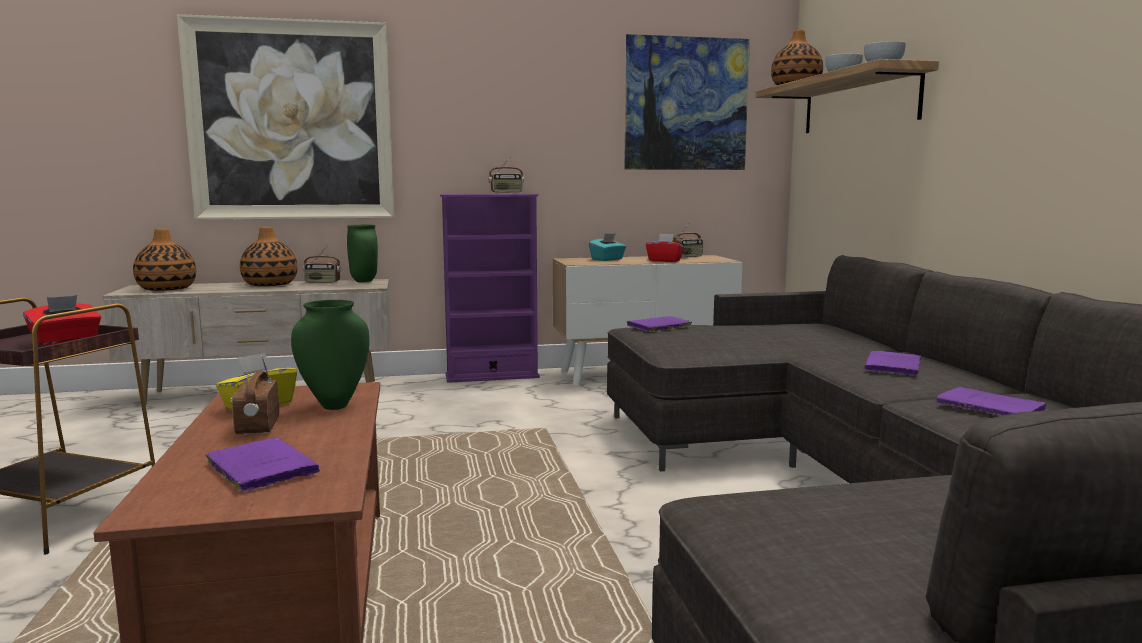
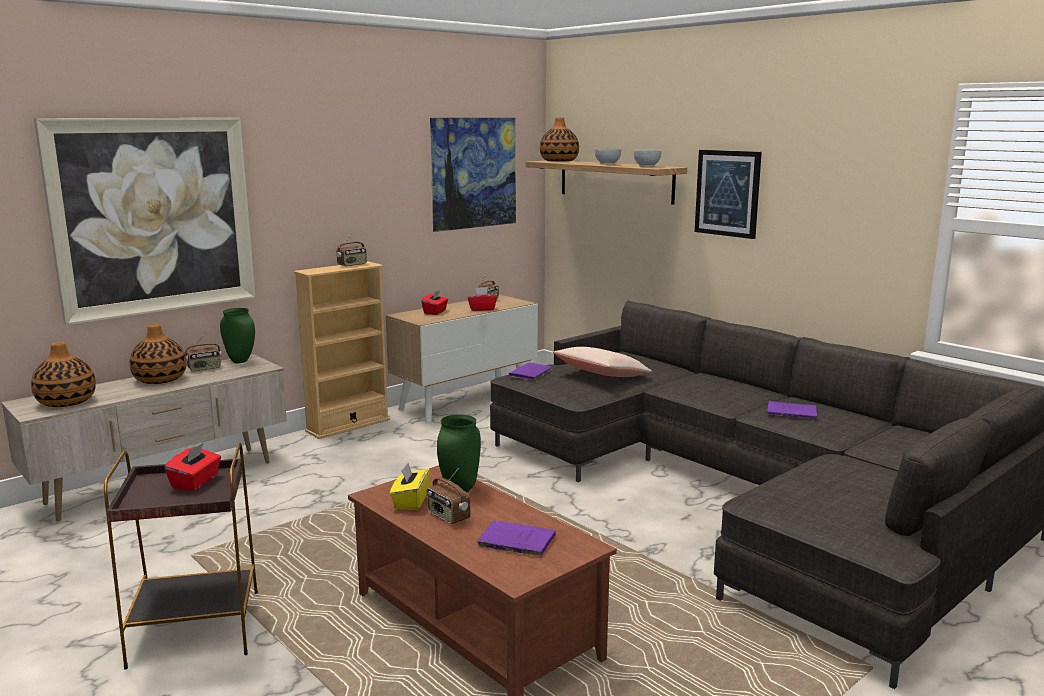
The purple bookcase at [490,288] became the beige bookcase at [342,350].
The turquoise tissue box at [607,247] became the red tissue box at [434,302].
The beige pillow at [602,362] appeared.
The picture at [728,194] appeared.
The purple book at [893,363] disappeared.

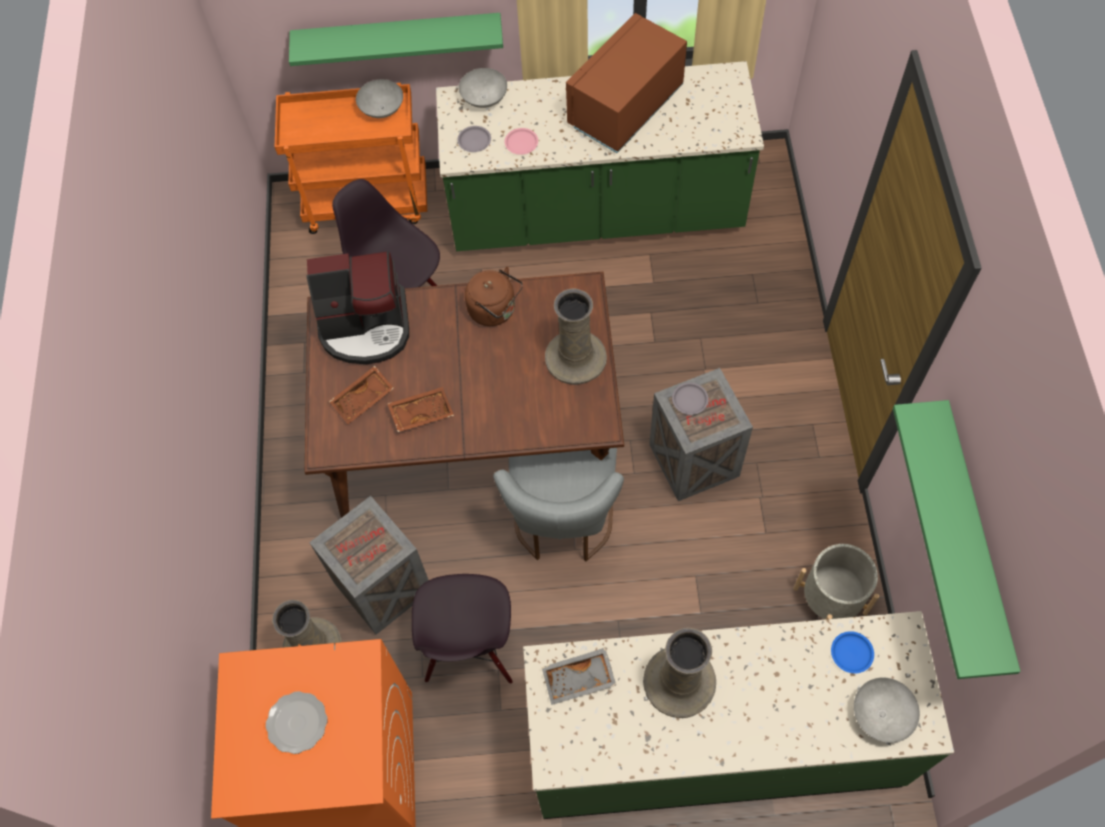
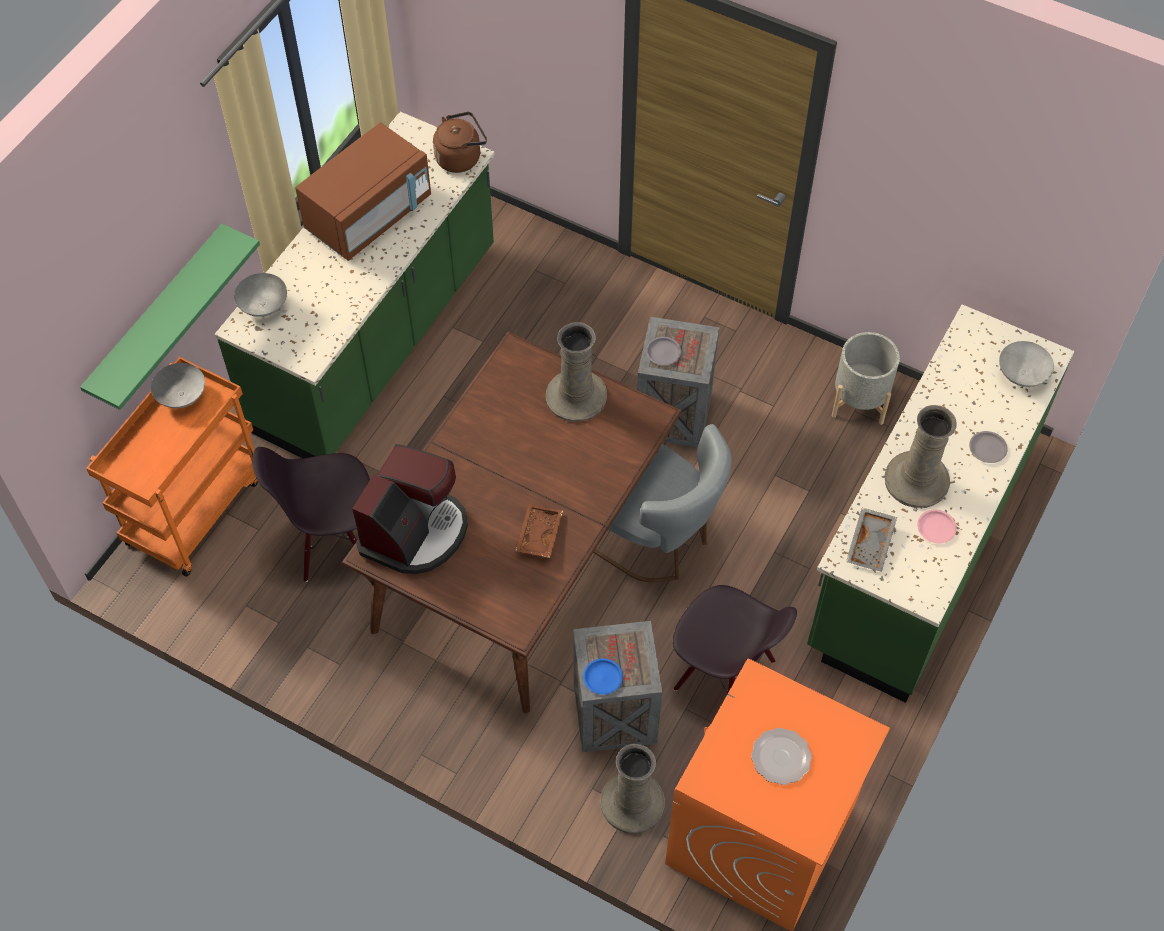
The brown microwave at [626,83] turned 120 degrees counterclockwise.
The brown kettle moved from [494,296] to [460,142].
The blue plate moved from [852,652] to [603,676].
The pink plate moved from [521,141] to [937,526].
The grey plate moved from [474,139] to [988,447].
The brown tray at [361,395] disappeared.
The green shelf at [957,539] disappeared.

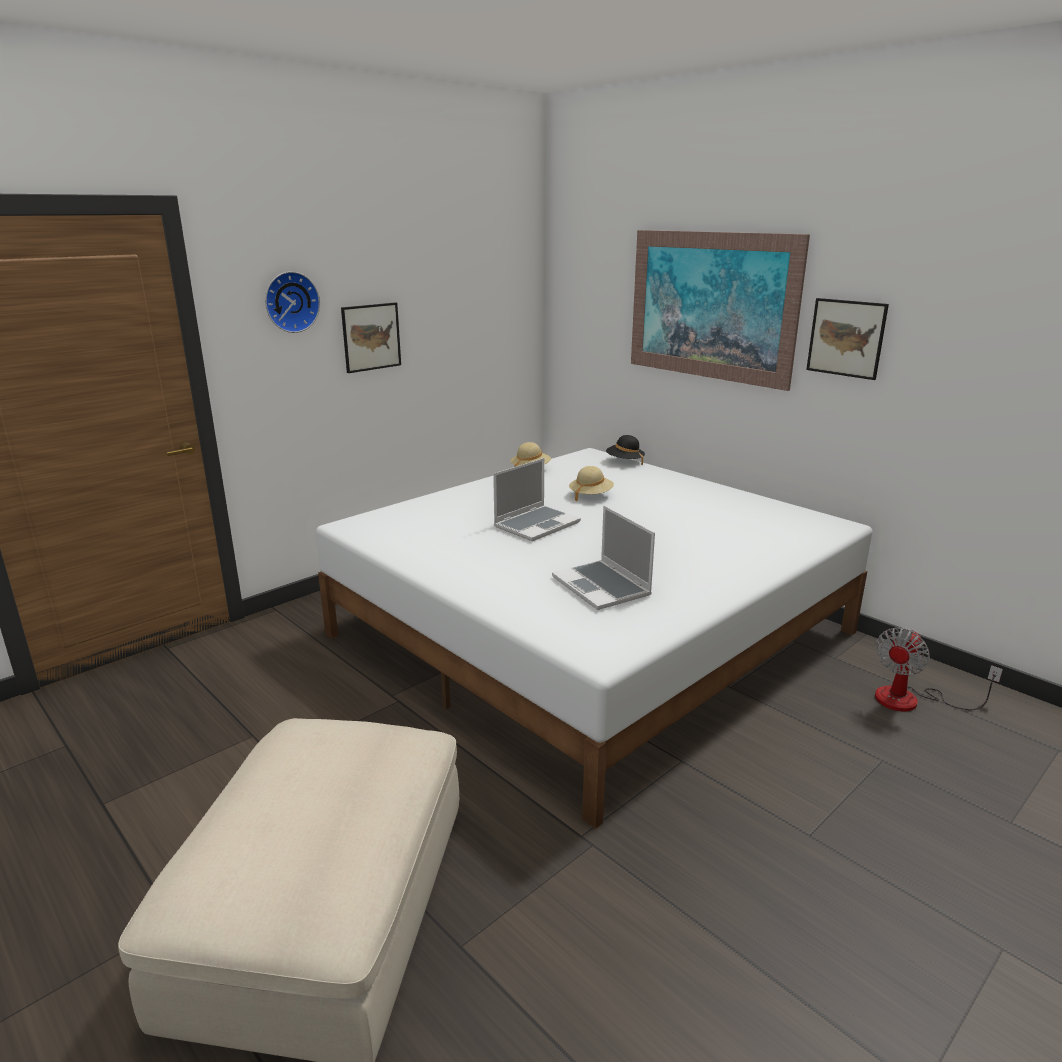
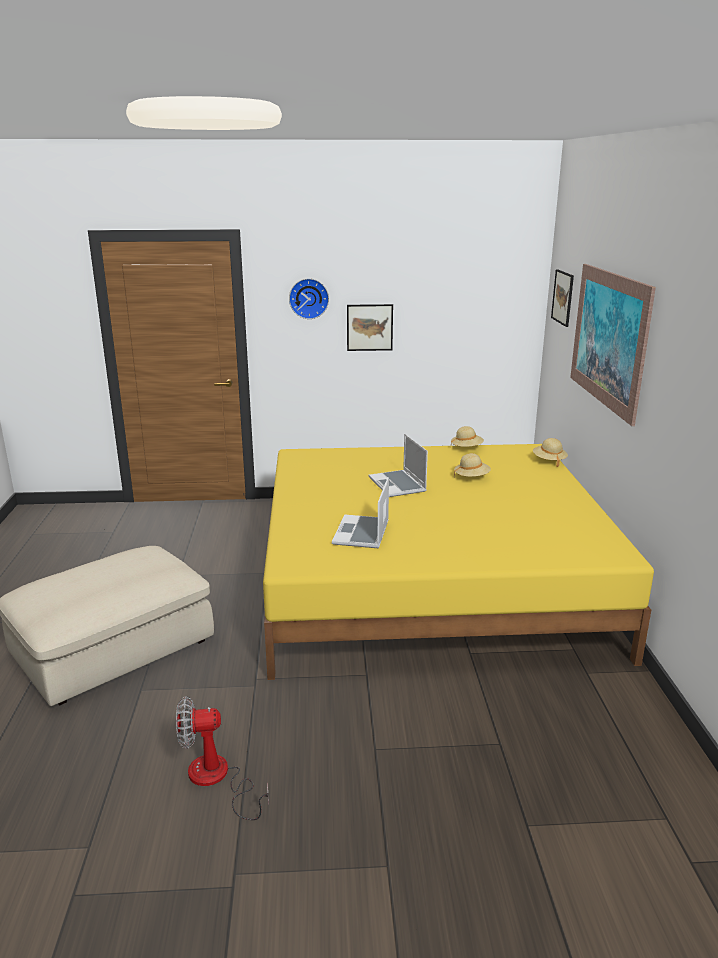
The fan moved from [939,670] to [222,758].
The white bed at [594,638] became the yellow bed at [458,562].
The laptop at [537,499] turned 75 degrees clockwise.
The black hat at [625,450] became the beige hat at [550,452].
The picture moved from [847,339] to [562,298].

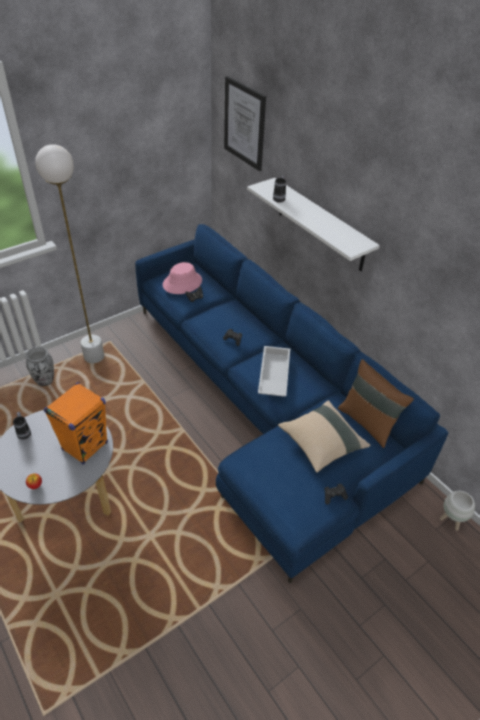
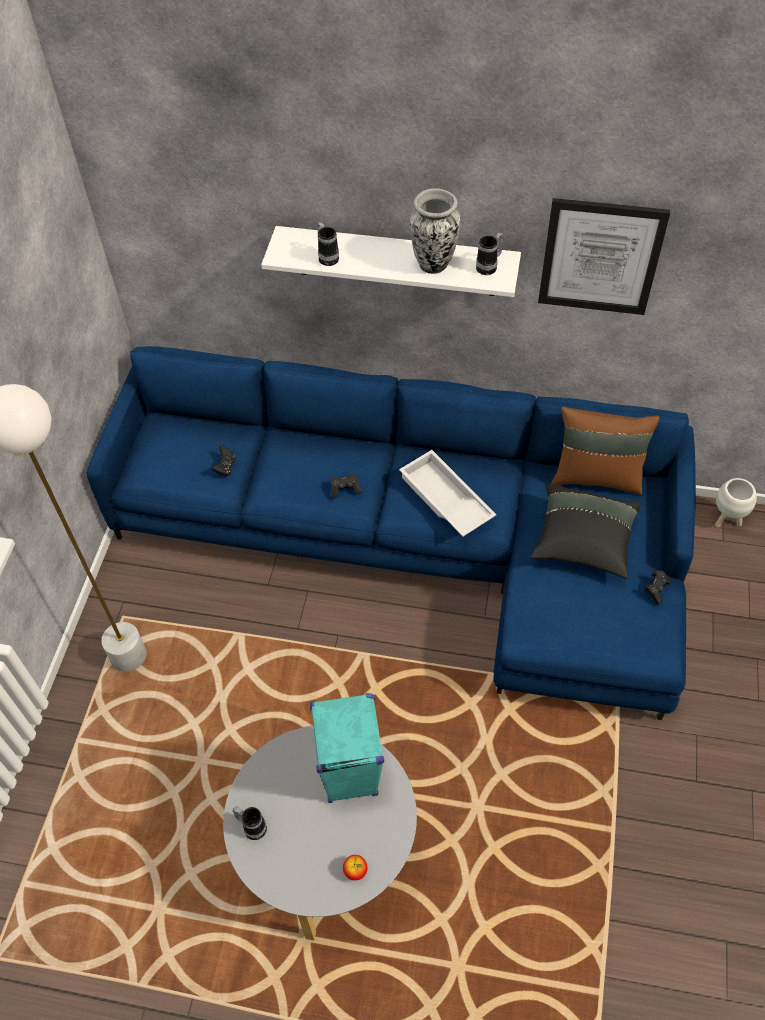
The orange speaker at [76,423] became the turquoise speaker at [347,748].
The vase moved from [40,366] to [435,231].
The mug at [490,253] appeared.
The beige pillow at [324,436] became the black pillow at [585,531].
The picture moved from [245,123] to [604,256].
The pink hat at [182,278] disappeared.

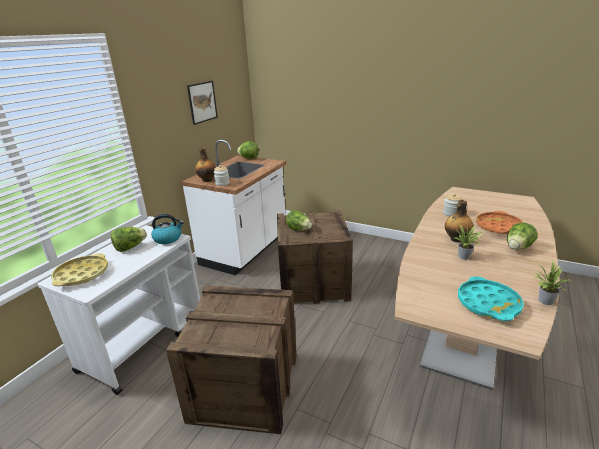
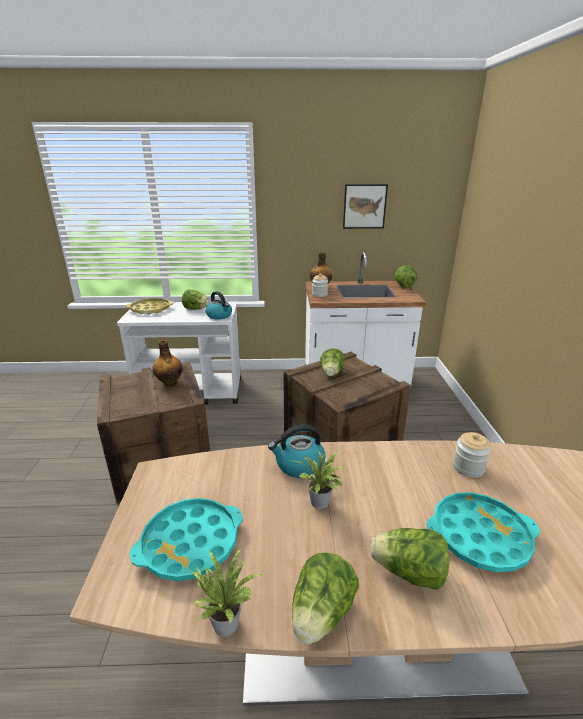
The bottle moved from [459,221] to [167,363].
The kettle at [297,451] appeared.
The lettuce at [325,598] appeared.
The orange tray at [499,222] became the turquoise tray at [483,532].

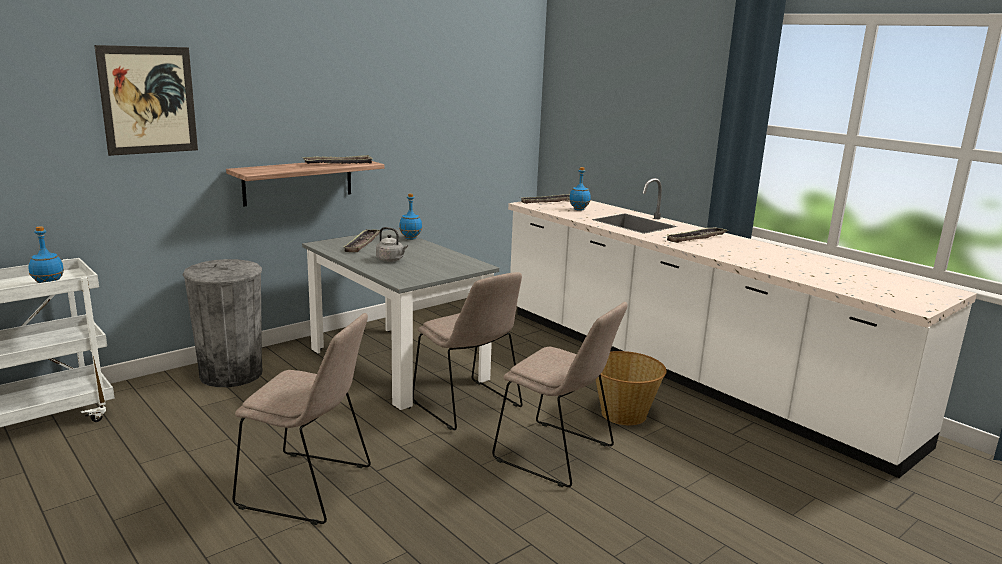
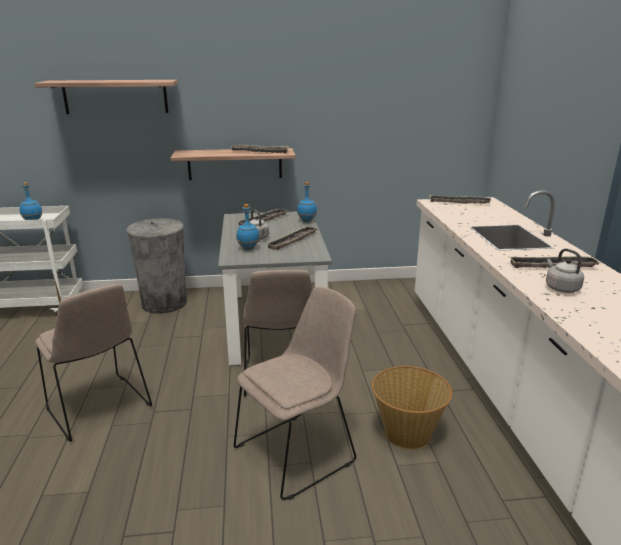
The picture at [146,100] was replaced by the shelf at [106,97].
The beige chair at [560,394] turned 105 degrees counterclockwise.
The blue bottle moved from [580,189] to [248,227].
The tray at [292,238] appeared.
The grey kettle at [565,271] appeared.

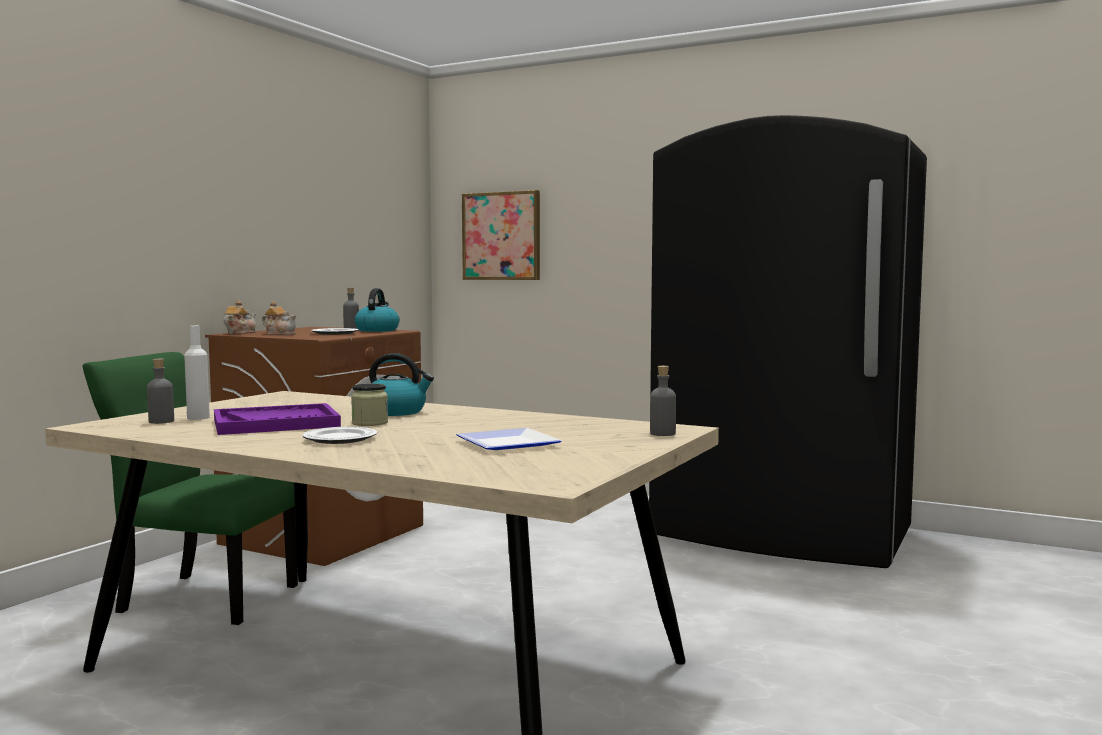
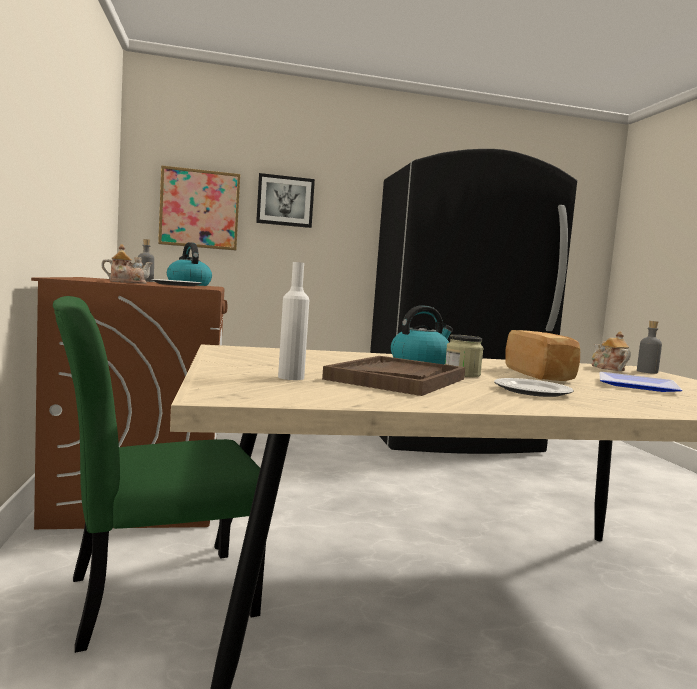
The picture at [285,200] appeared.
The purple tray at [277,419] became the brown tray at [393,376].
The bread at [542,355] appeared.
The teapot moved from [240,317] to [611,351].
The grey bottle at [160,391] disappeared.

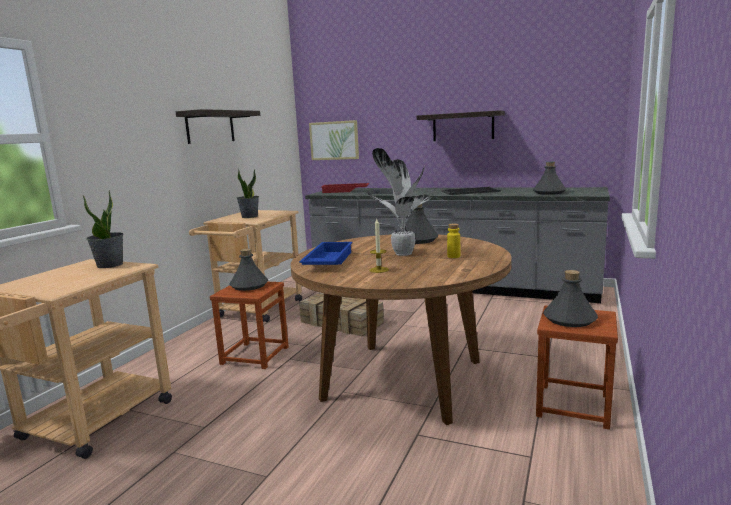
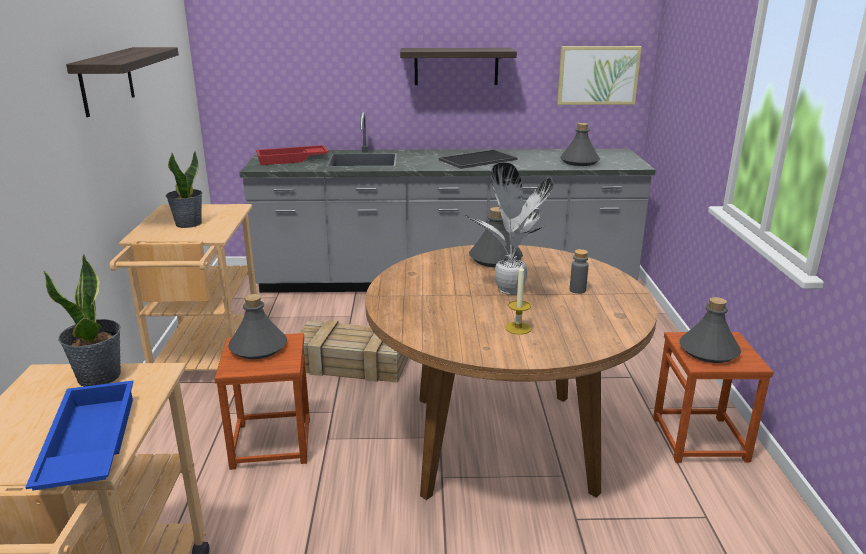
The blue tray moved from [326,253] to [79,436].
The picture moved from [334,140] to [599,75].
The yellow bottle at [453,240] became the grey bottle at [579,271].

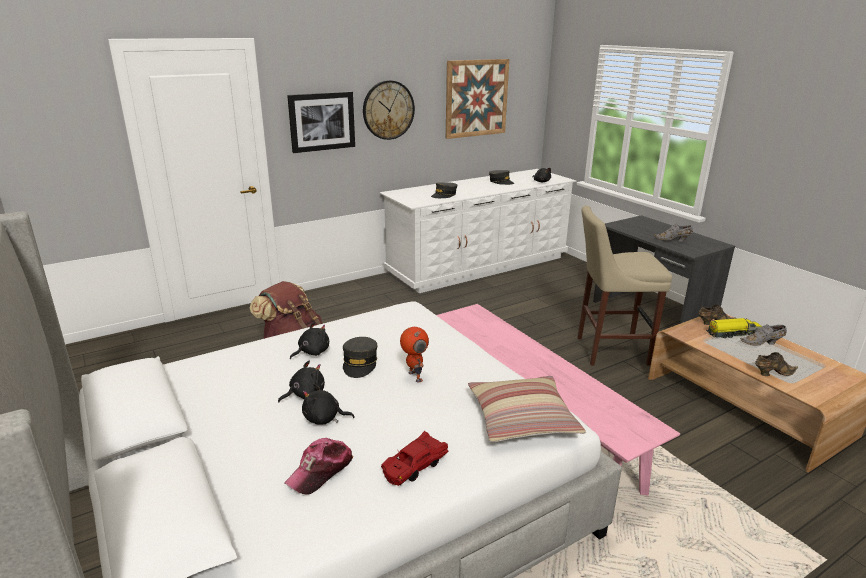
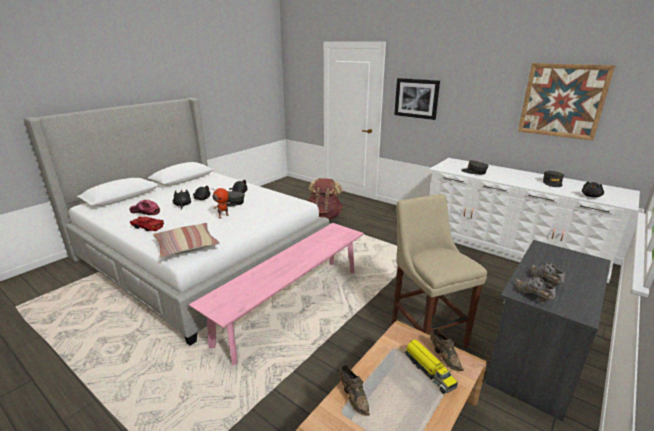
The grey shoe moved from [763,335] to [535,290].
The wall clock at [389,110] disappeared.

